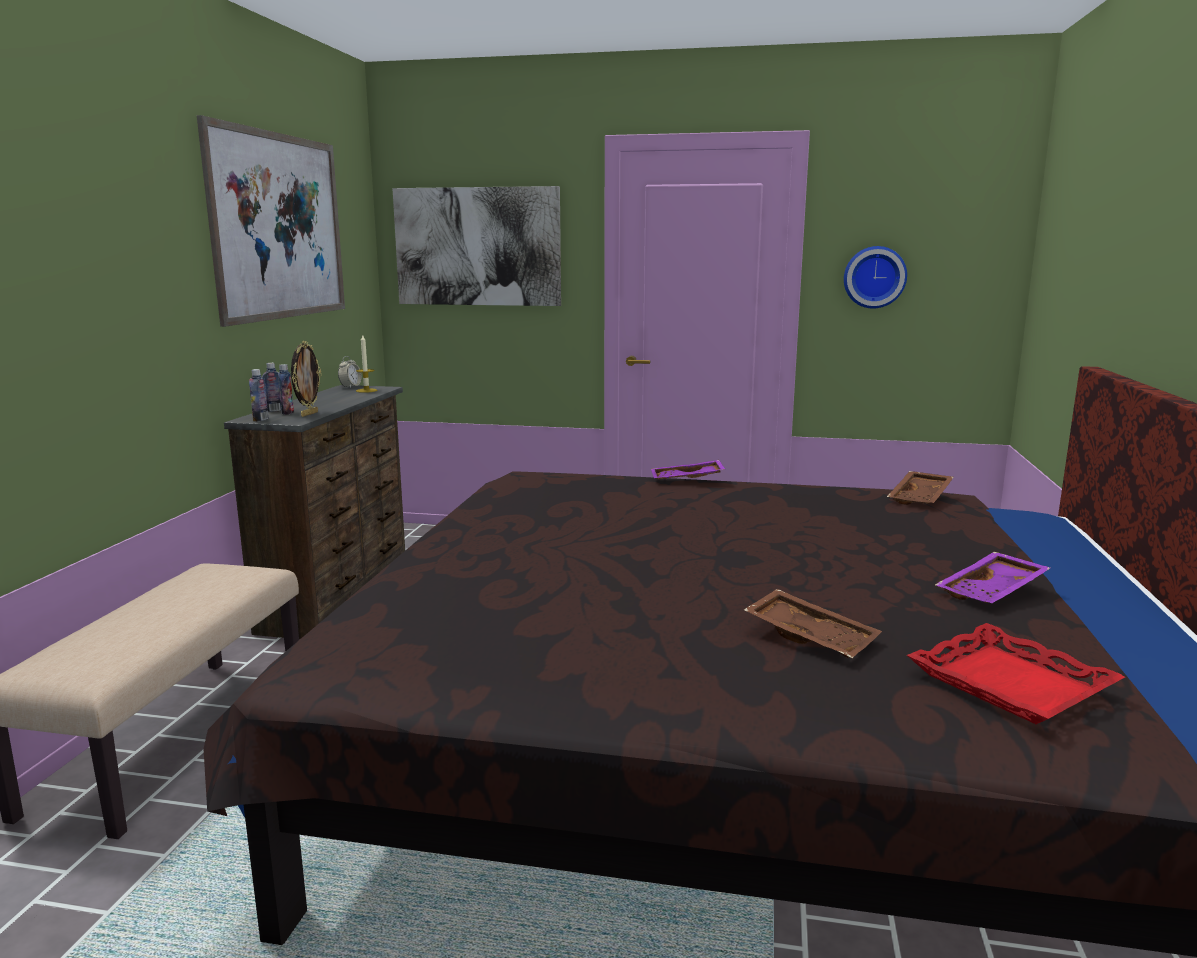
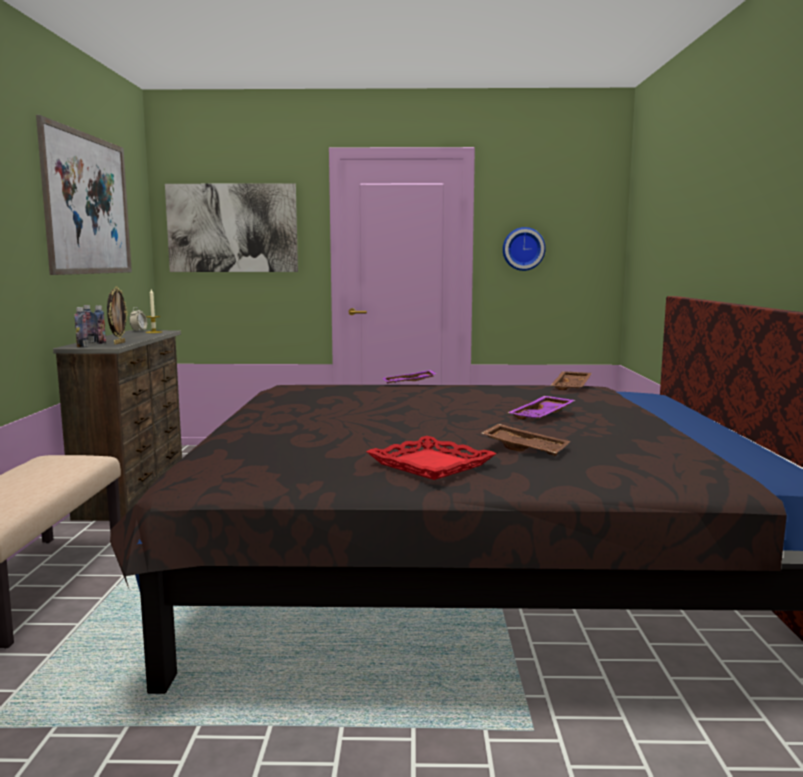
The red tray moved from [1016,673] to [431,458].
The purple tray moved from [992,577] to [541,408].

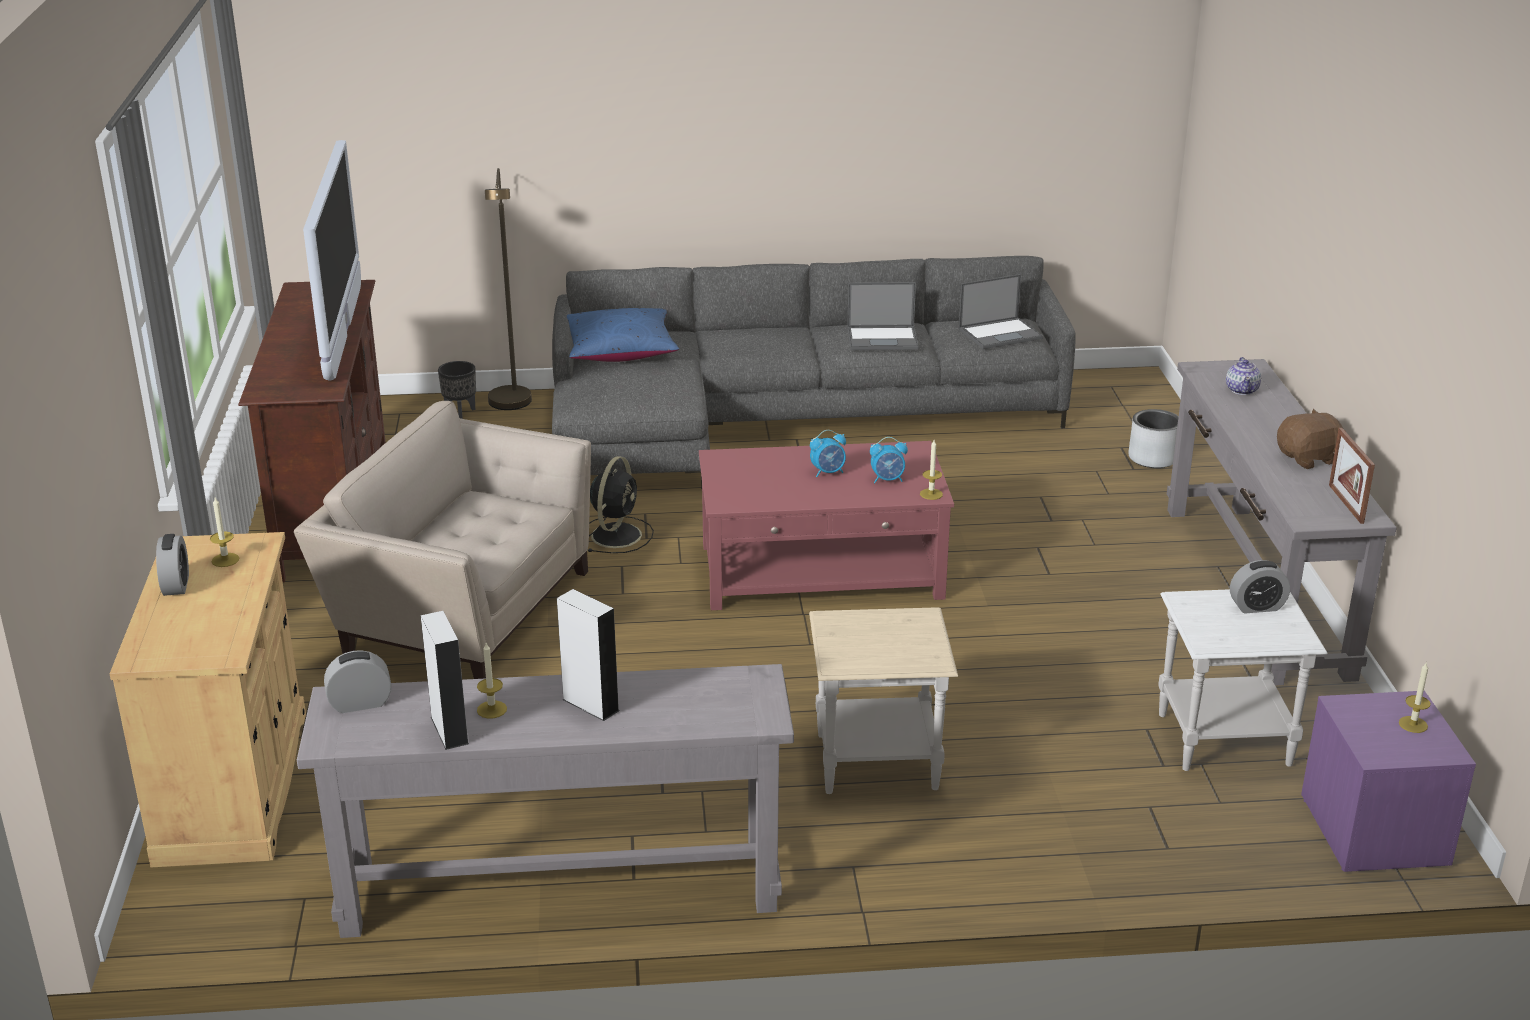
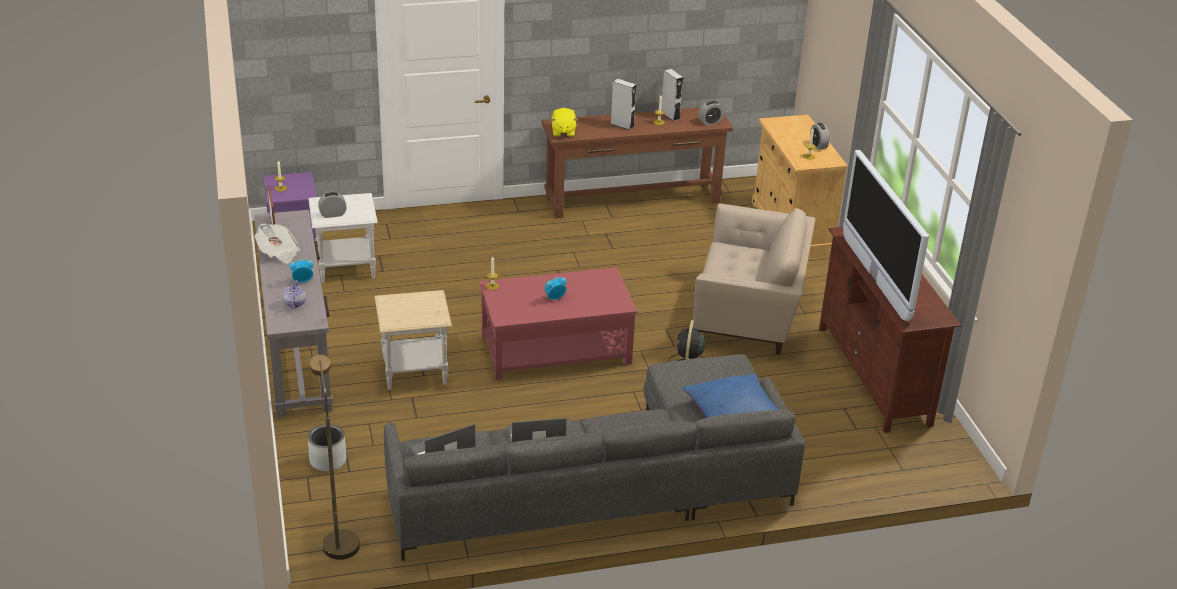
The brown plush toy at [1311,439] was replaced by the newspaper at [277,243].
The alarm clock moved from [889,460] to [301,270].
The brown floor lamp moved from [508,289] to [335,457].
The beige side table moved from [883,700] to [413,340].
The grey console table at [545,801] became the brown console table at [637,163].
The yellow plush toy at [564,122] appeared.
The black planter at [457,390] disappeared.

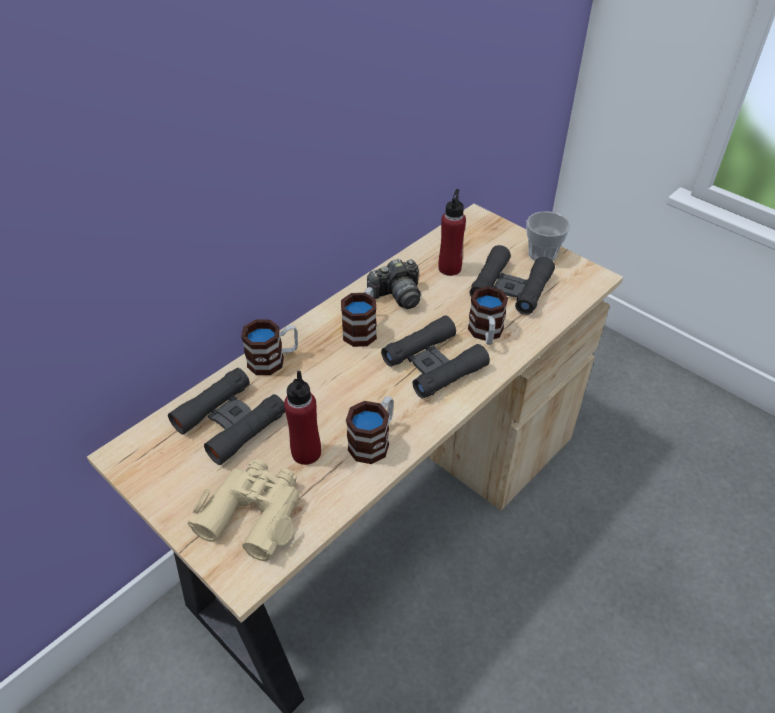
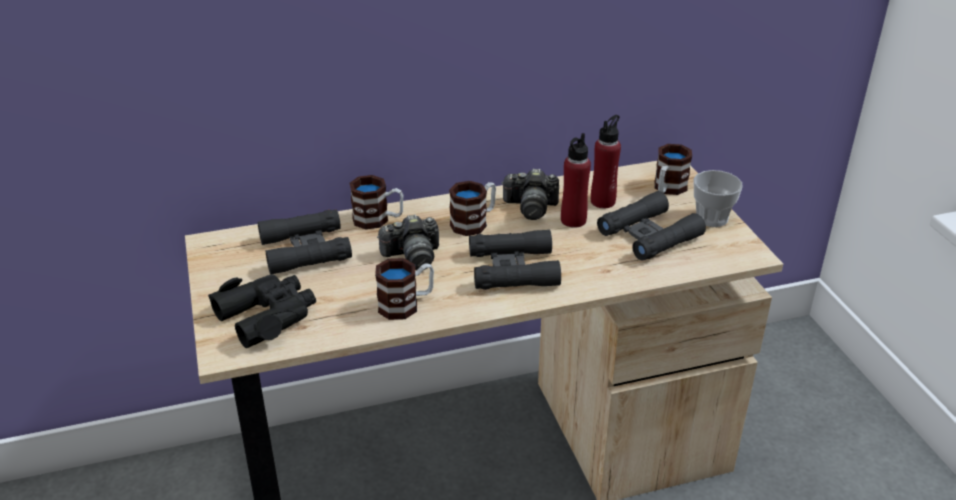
The beige binoculars at [243,510] became the black binoculars at [262,311].
The photo camera at [408,242] appeared.
The red bottle moved from [302,418] to [576,180].
The mug moved from [488,315] to [673,169].

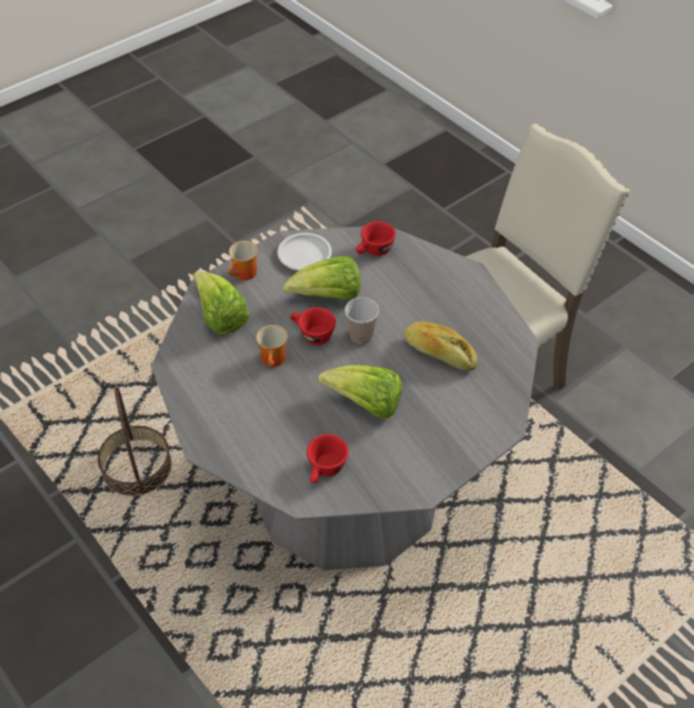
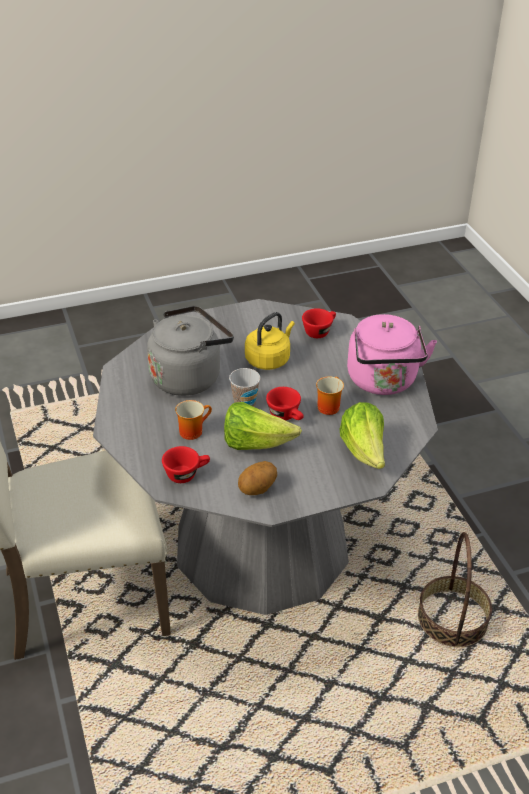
The bread at [441,346] was replaced by the grey kettle at [190,351].
The mug moved from [243,260] to [193,420].
The white plate at [304,251] was replaced by the potato at [257,478].
The lettuce at [360,391] was replaced by the yellow kettle at [270,341].
The pink kettle at [392,354] appeared.

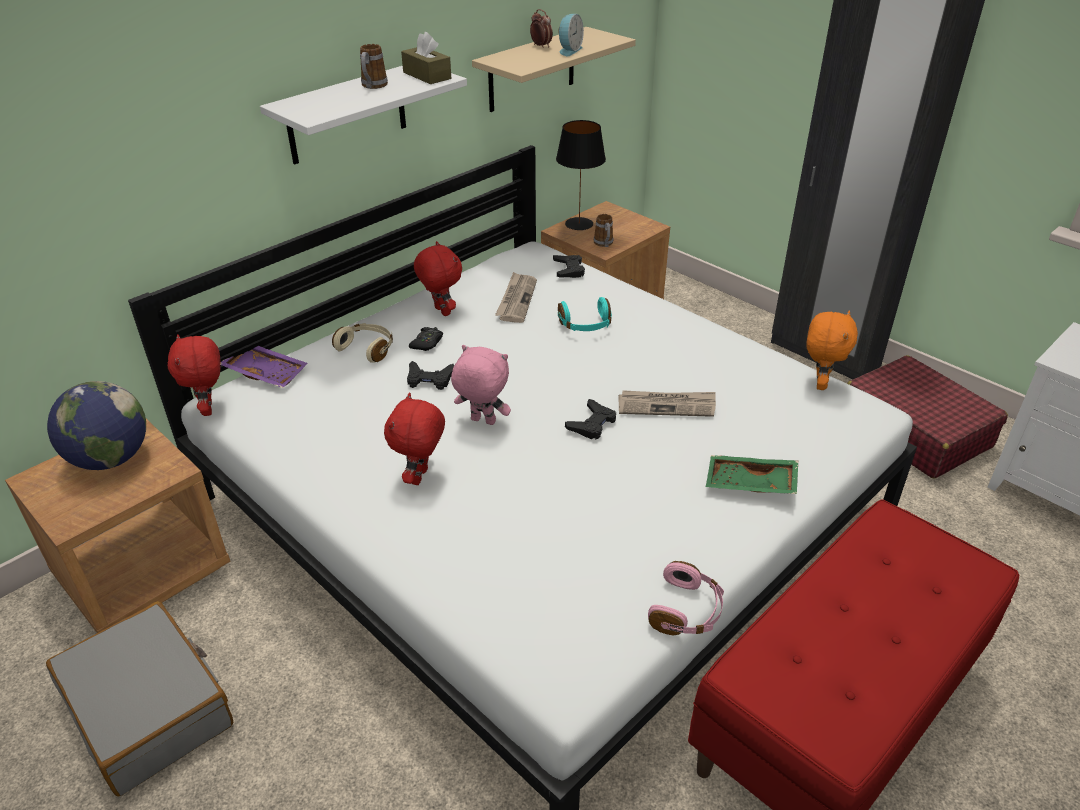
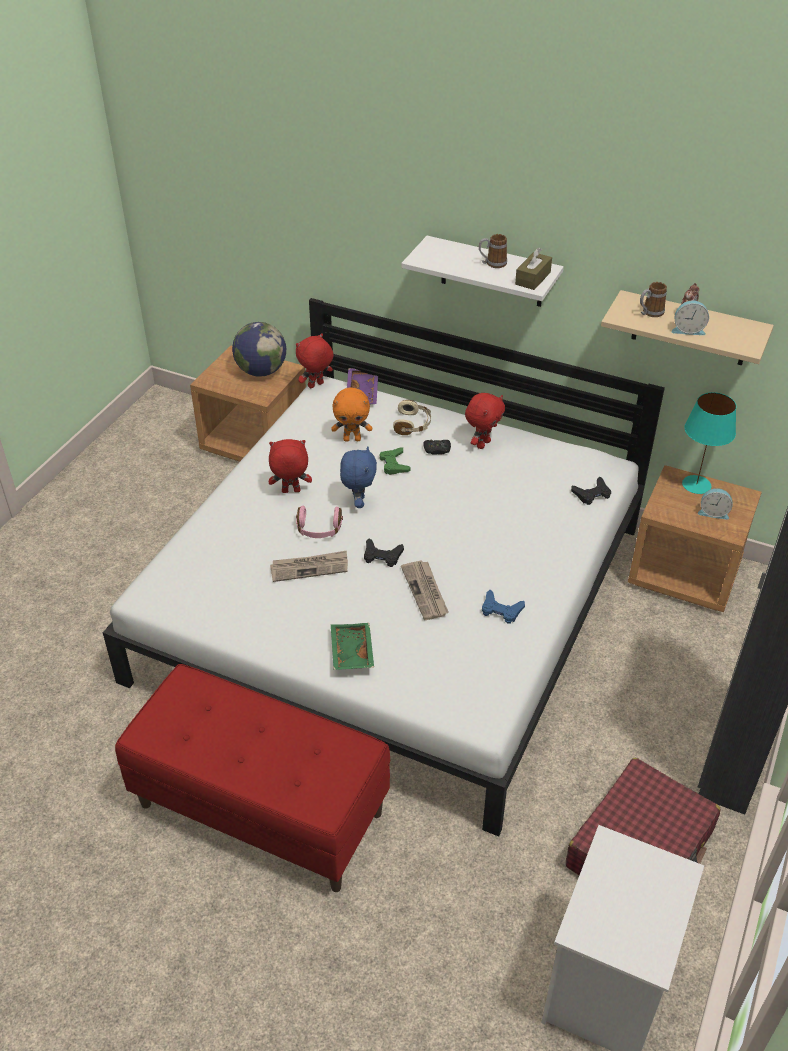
The newspaper moved from [516,297] to [309,566].
The pink headphones moved from [686,598] to [319,522].
The orange plush toy moved from [832,350] to [351,414].
The pink plush toy at [481,385] became the blue plush toy at [358,477].
The black game controller at [430,375] became the green game controller at [395,461].
The blue game controller at [503,607] appeared.
The mug moved from [603,230] to [653,299].
The black table lamp at [581,175] became the turquoise table lamp at [709,443].
The alarm clock at [715,504] appeared.
The grey suitcase at [139,698] disappeared.
The turquoise headphones at [585,314] disappeared.

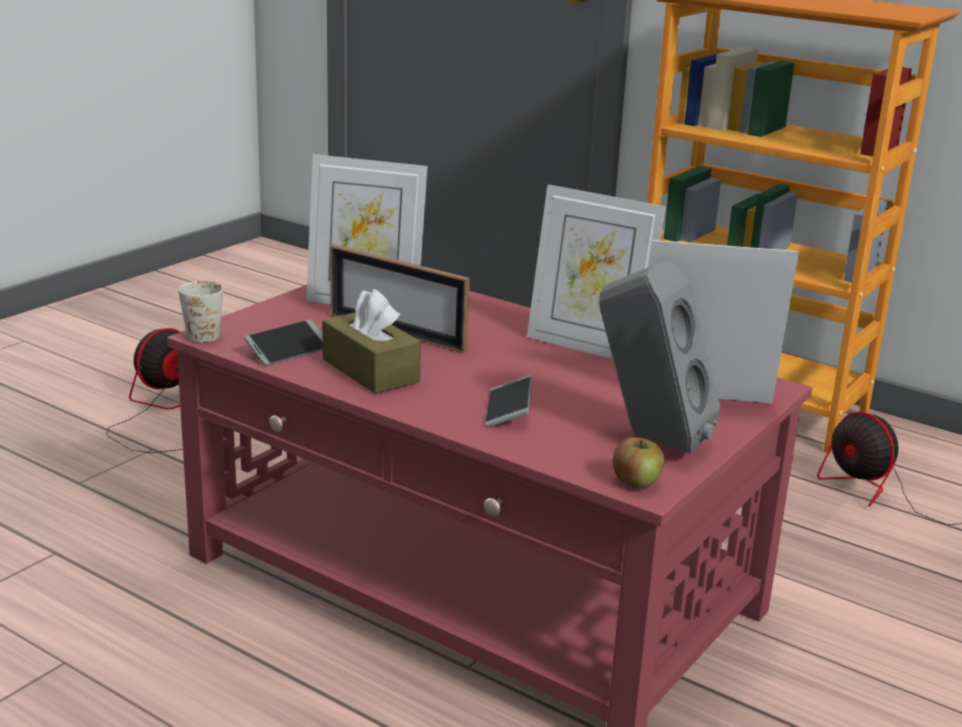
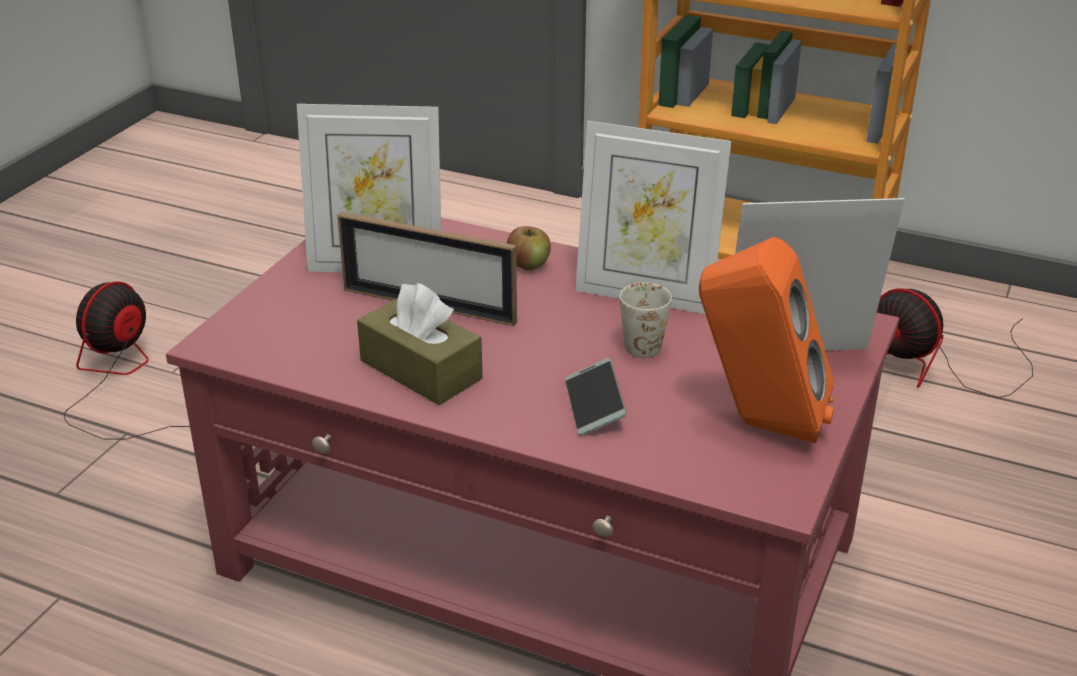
The apple moved from [638,463] to [529,248].
The white mug moved from [200,312] to [645,320].
The grey speaker at [659,357] became the orange speaker at [766,340].
The phone at [284,343] disappeared.

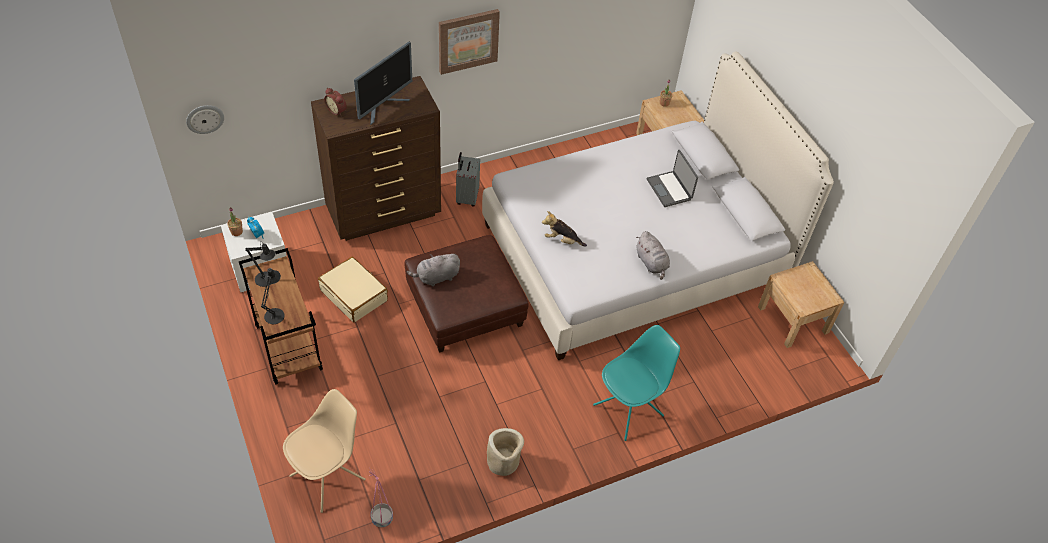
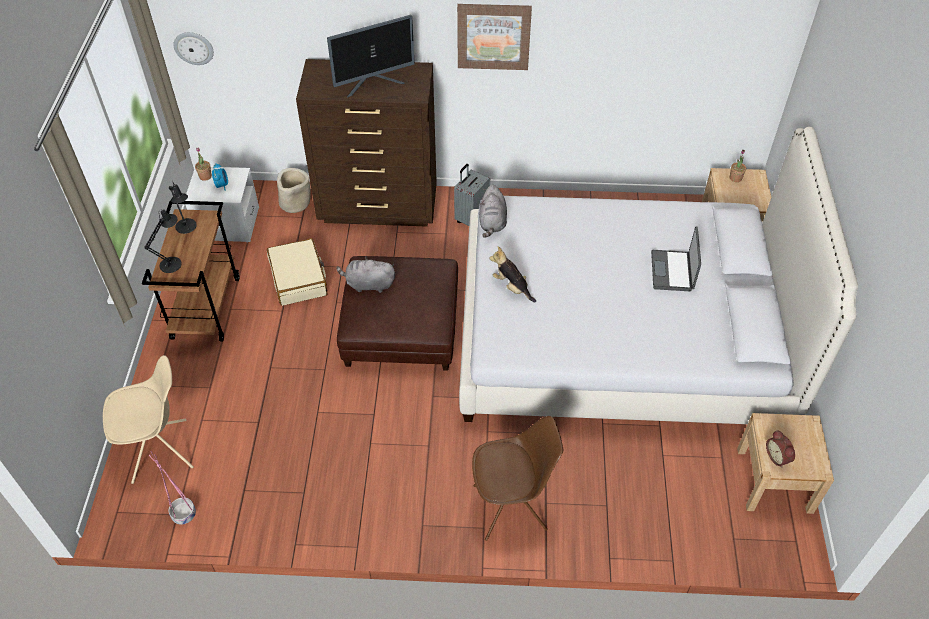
The beige planter moved from [505,452] to [294,190].
The turquoise chair at [636,383] became the brown chair at [517,478].
The grey plush toy moved from [653,255] to [493,211].
The alarm clock moved from [335,102] to [780,449].

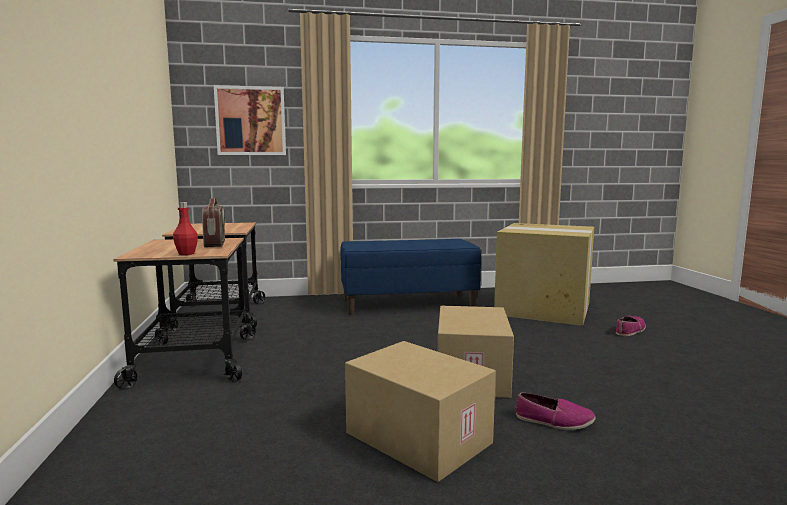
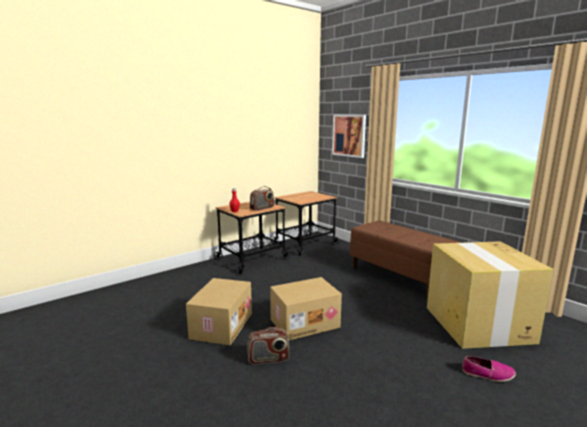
The shoe at [555,411] was replaced by the radio at [268,346].
The blue bench at [410,277] became the brown bench at [405,259].

